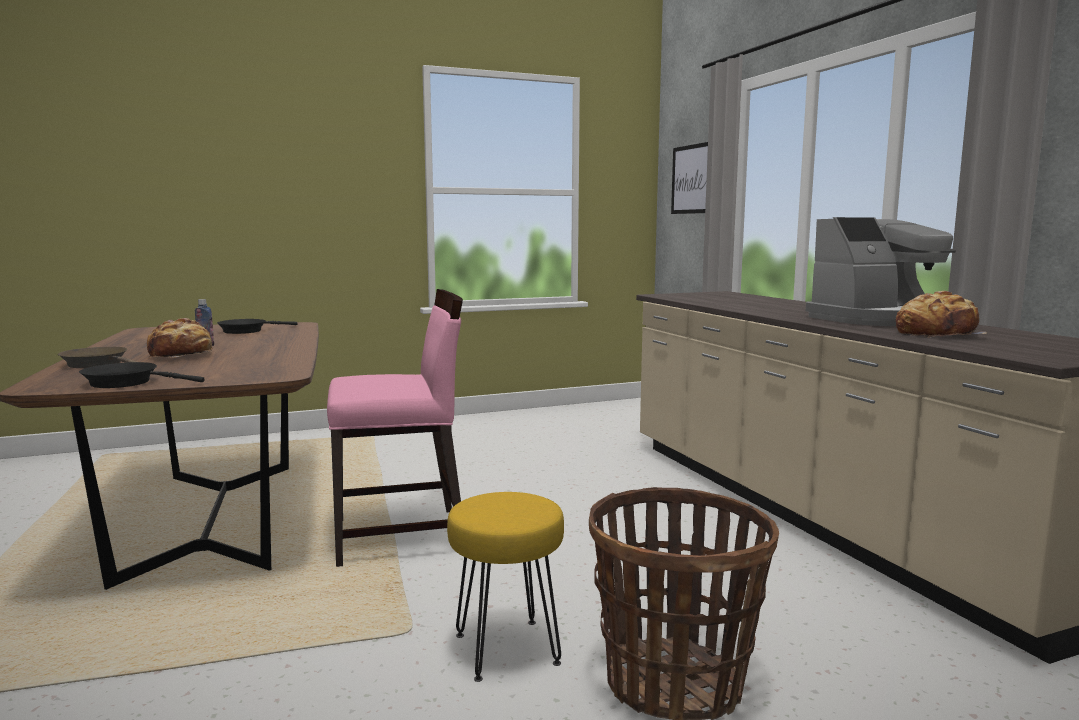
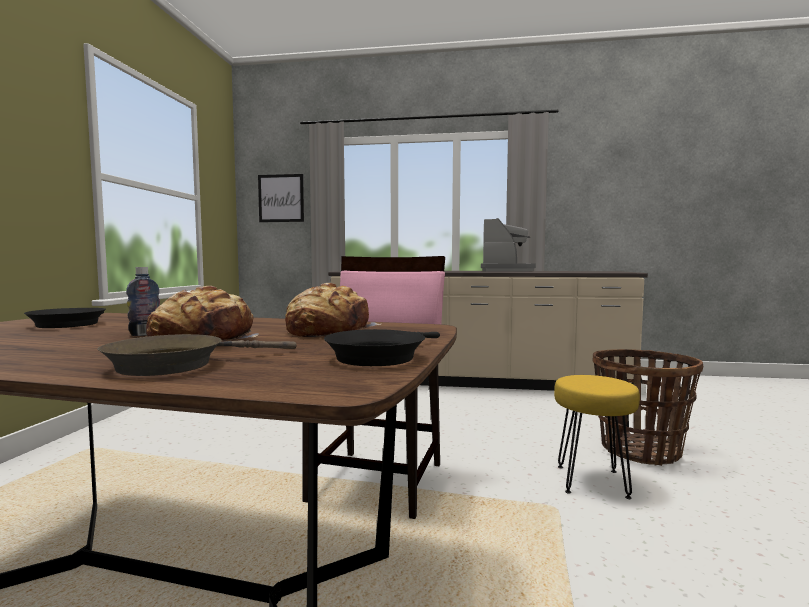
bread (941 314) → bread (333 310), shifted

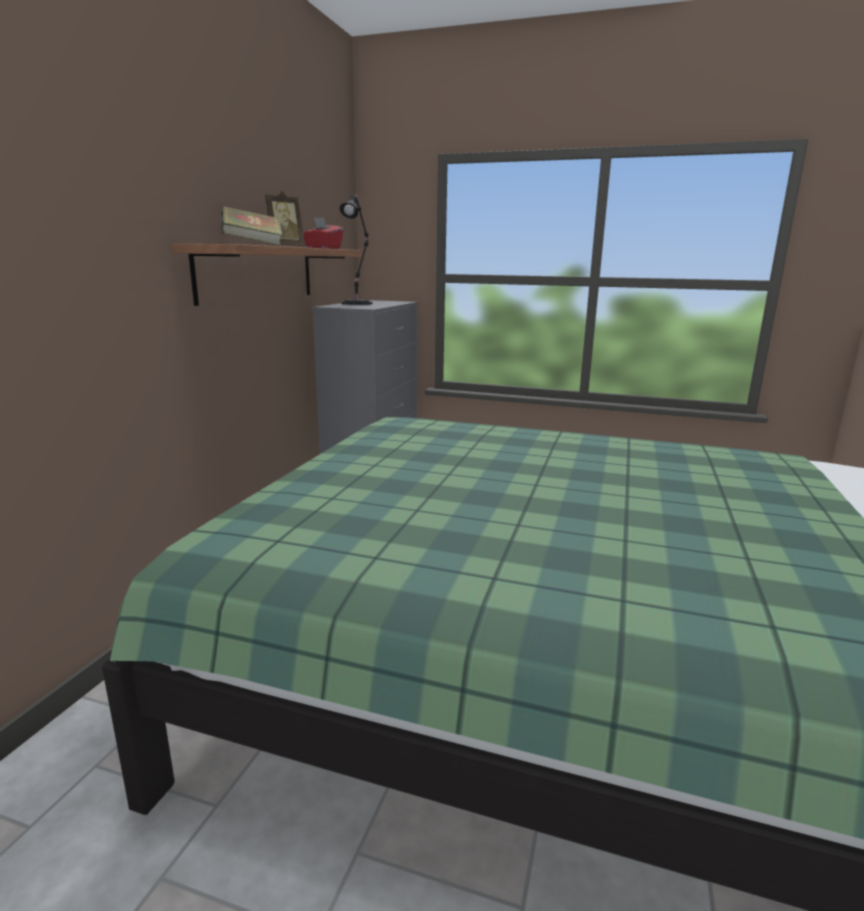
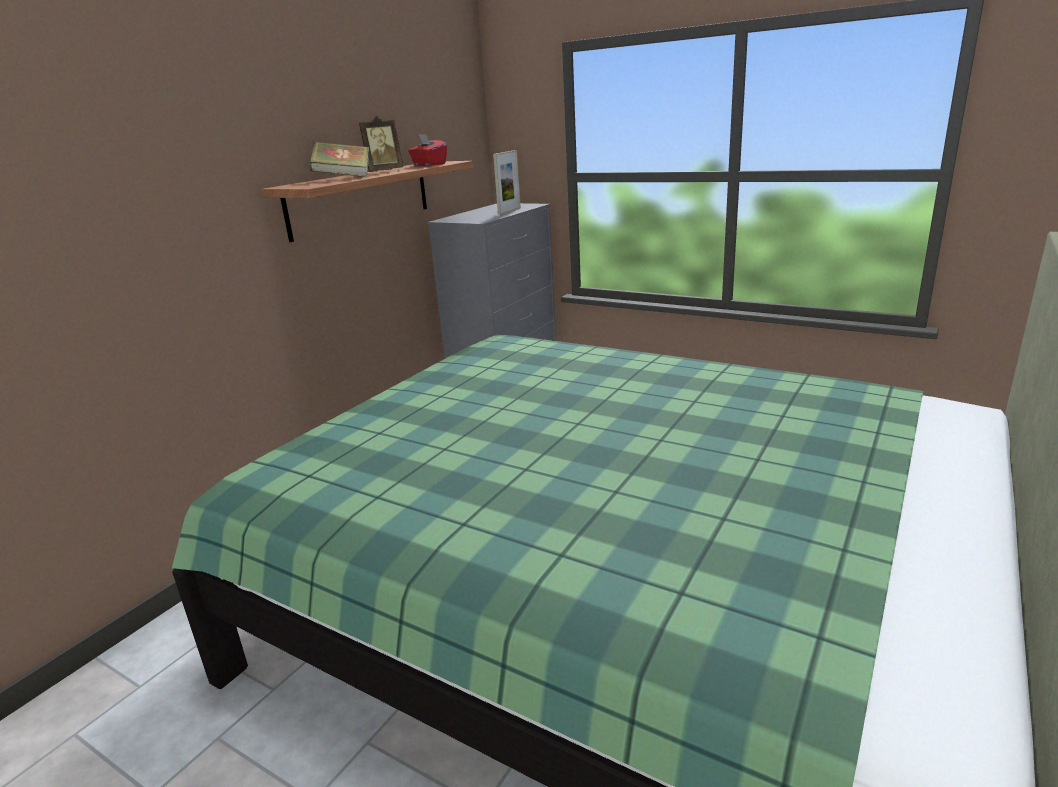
black_table_lamp (356 250) → -
- → picture_frame (507 182)

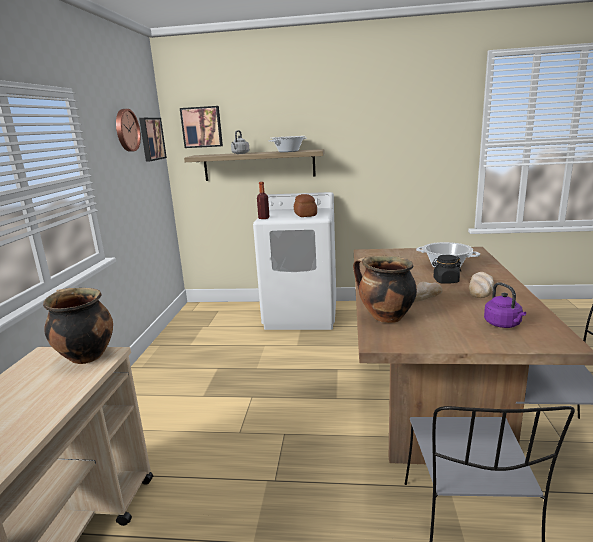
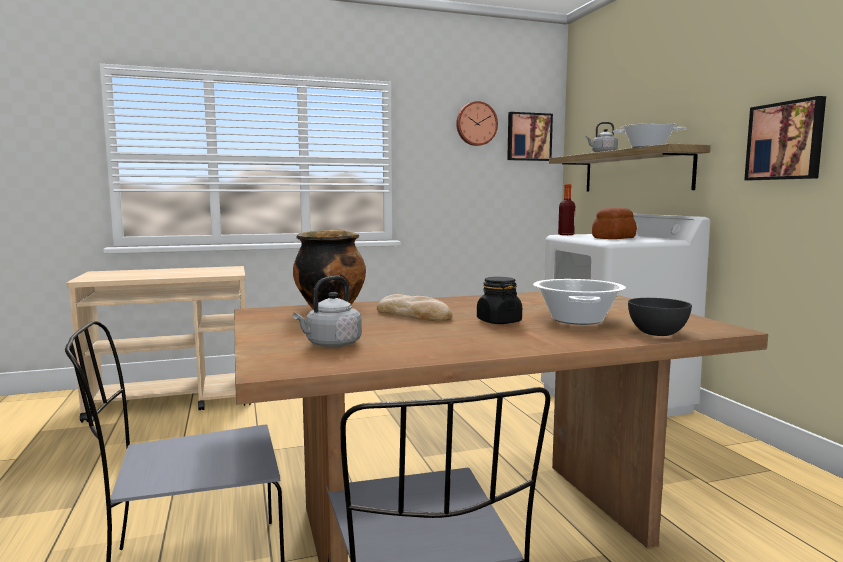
cooking_pot (78 326) → -
picture (201 127) → picture (785 138), shifted
bread (481 285) → -
purple_kettle (505 305) → grey_kettle (327 312)
- → grey_bowl (660 317)

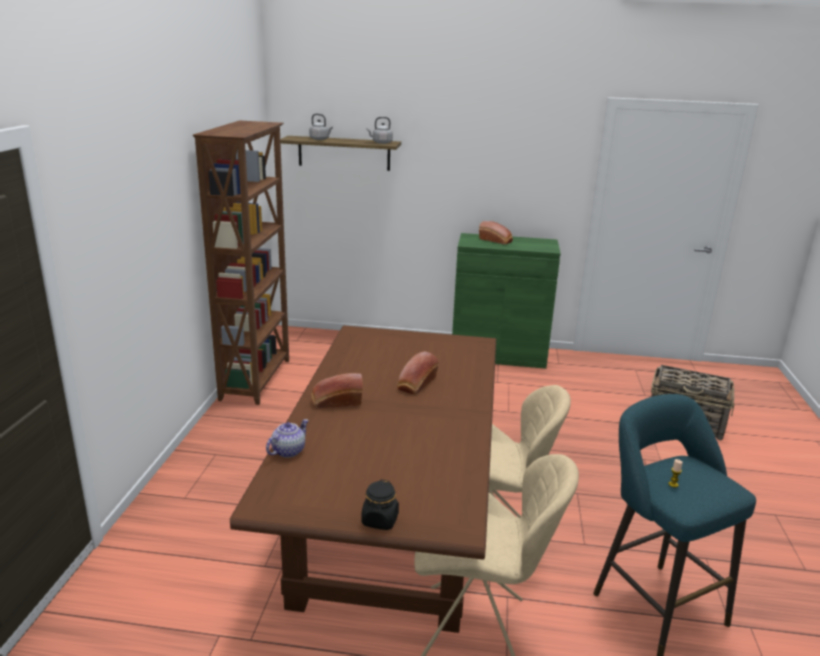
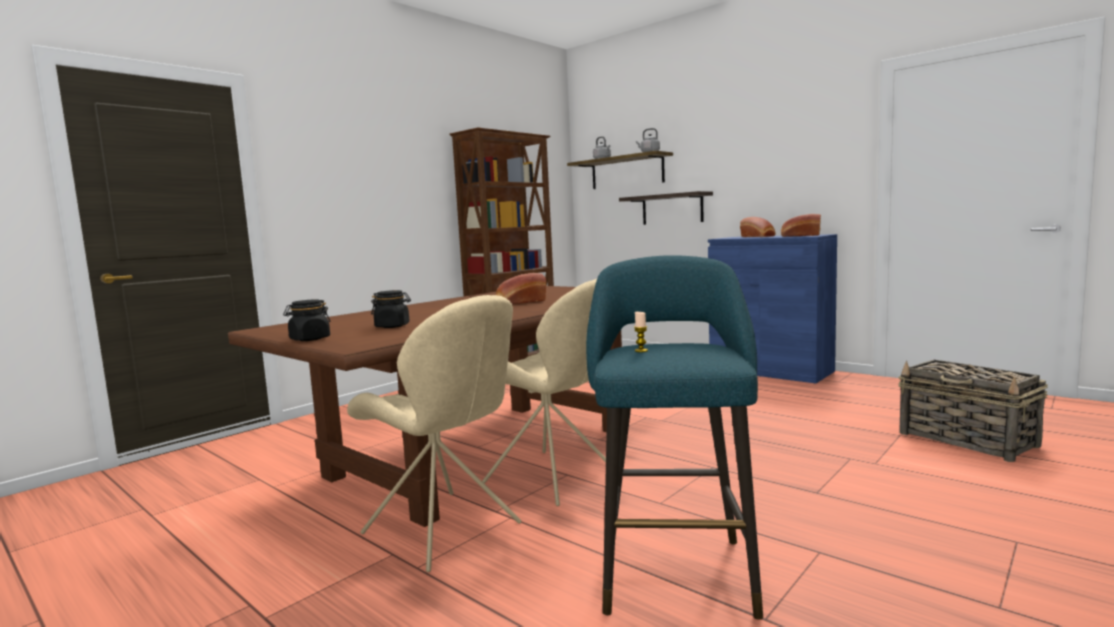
teapot (287 438) → -
bread (337 390) → bread (801 225), shifted
green_cabinet (506 301) → blue_cabinet (772 308)
- → black_jar (391 309)
- → shelf (666 208)

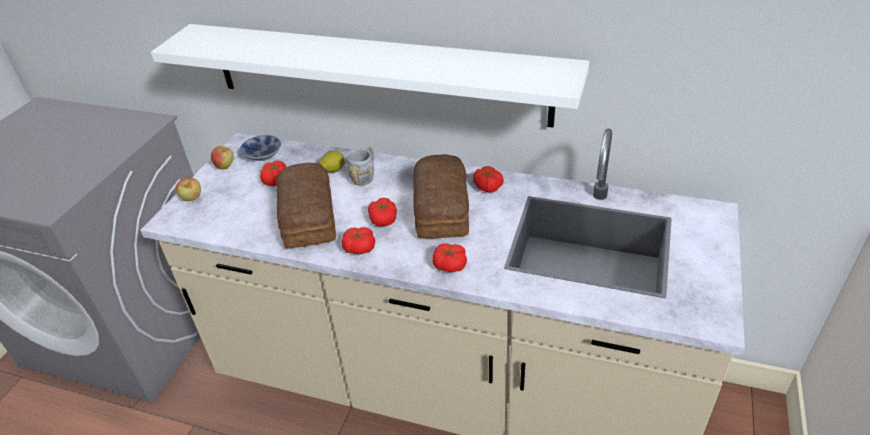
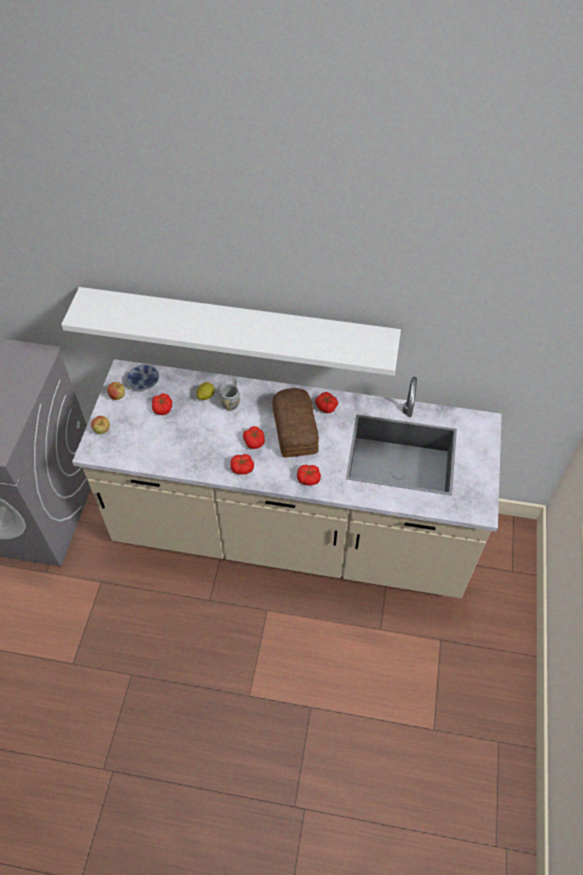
bread (306 205) → -

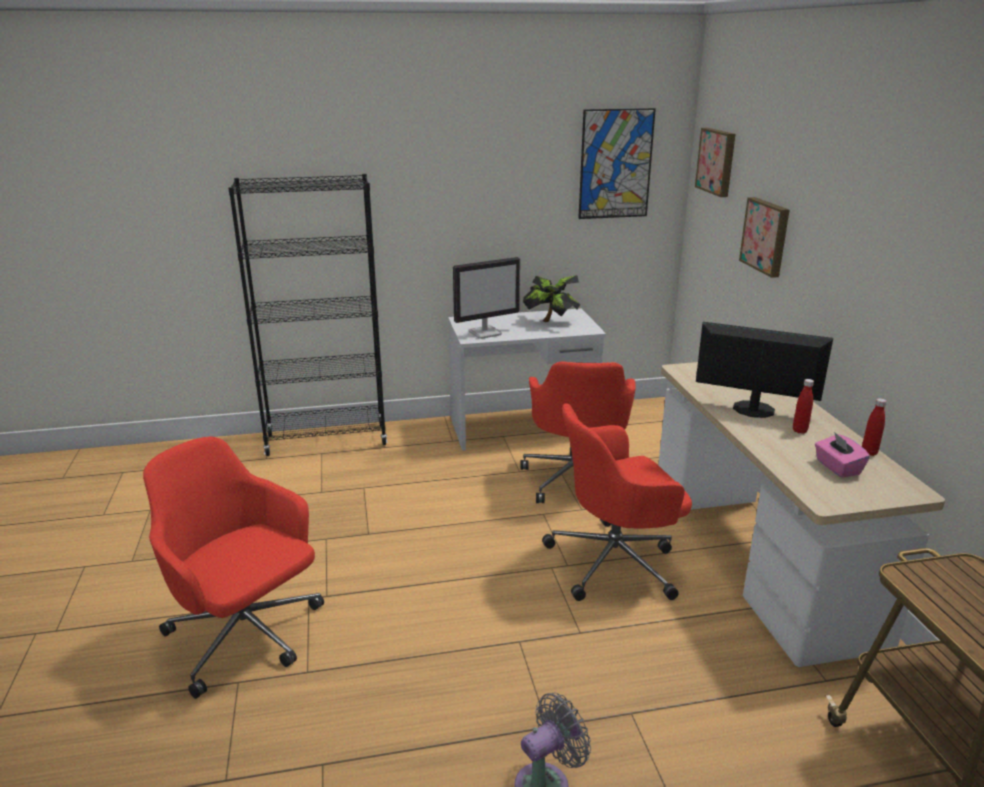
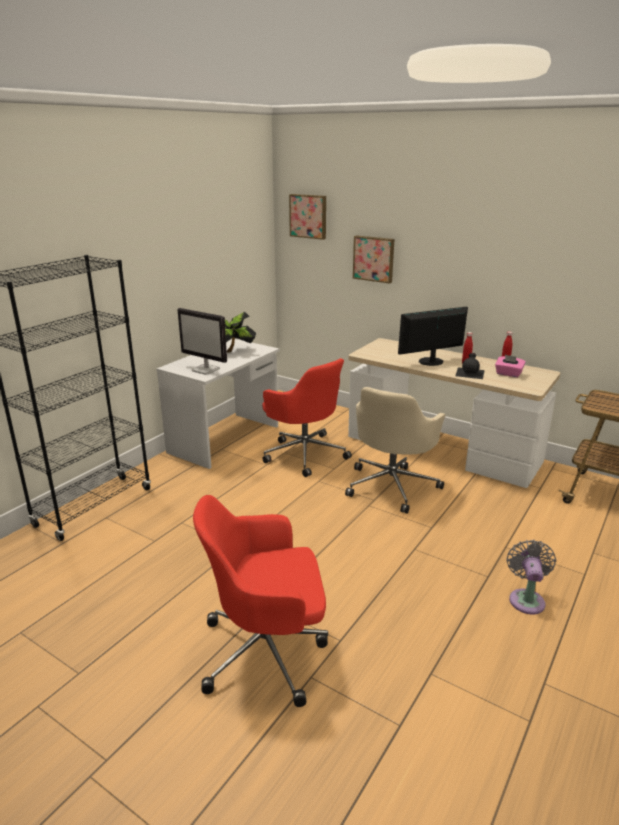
monitor (486 298) → monitor (202 341), 105 degrees clockwise
red_office_chair (617 502) → beige_office_chair (395 450)
picture (617 163) → -
- → black_bottle (470 366)

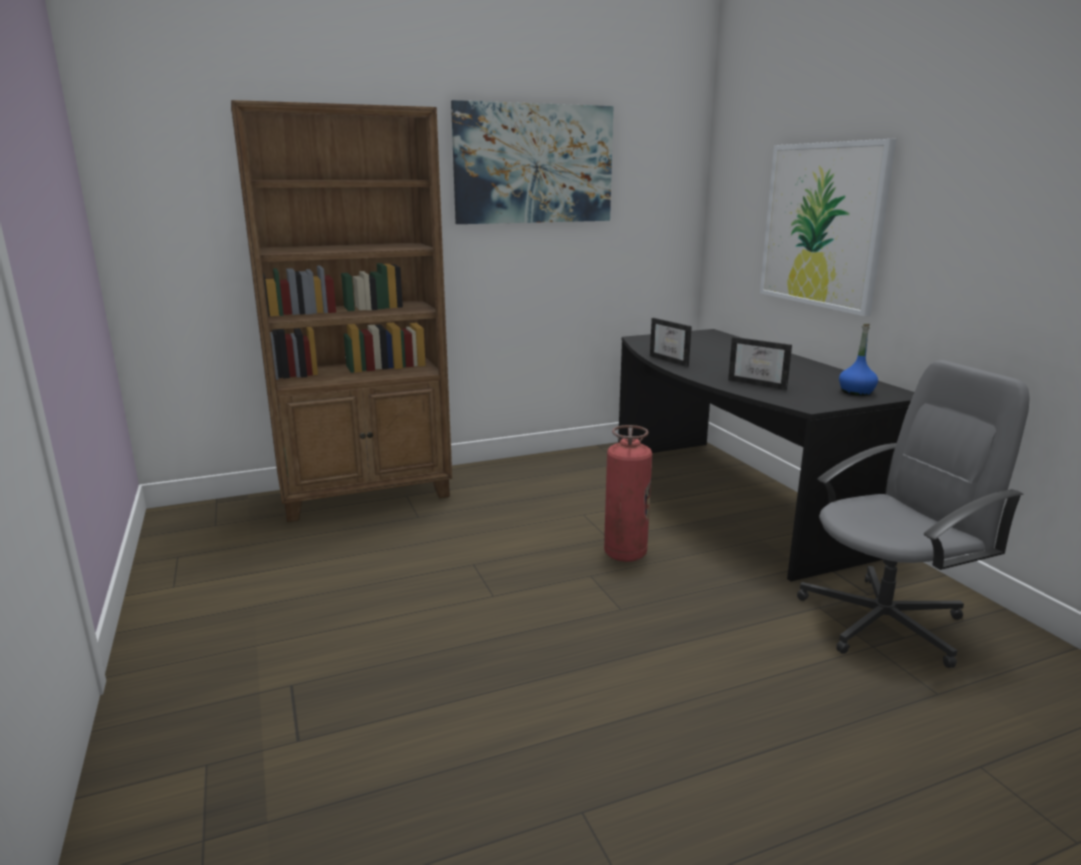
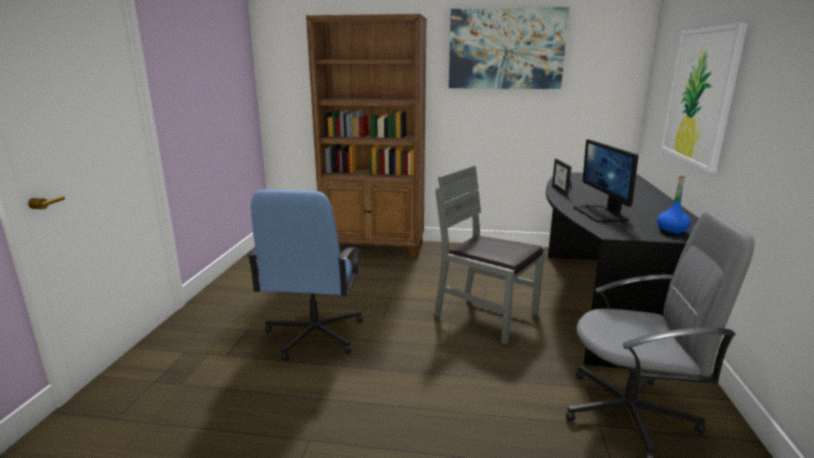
fire_extinguisher (628 493) → grey_chair (489 255)
picture_frame (760 363) → monitor (605 180)
- → blue_office_chair (305 275)

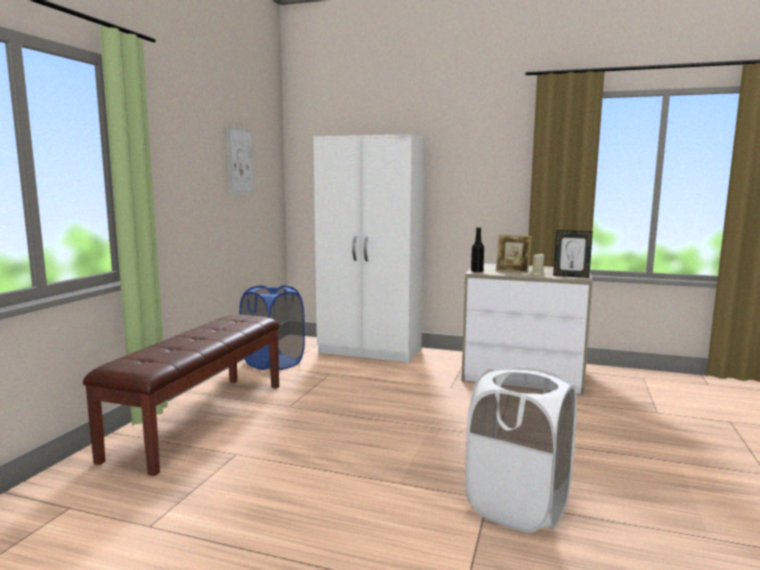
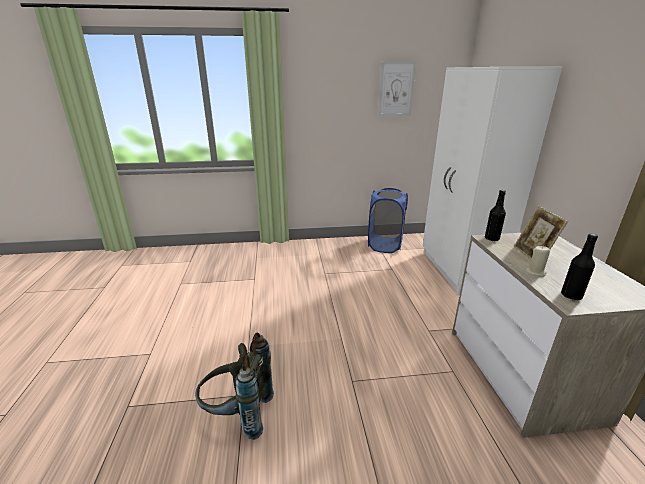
brown_bench (181 395) → -
white_laundry_basket (521 449) → grey_backpack (234 386)
picture_frame (573 254) → black_bottle (579 266)

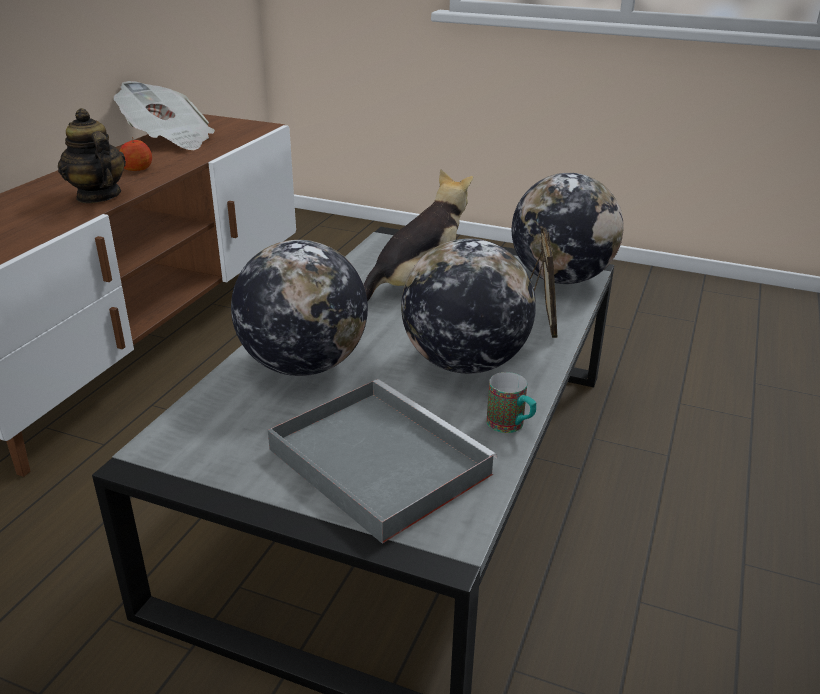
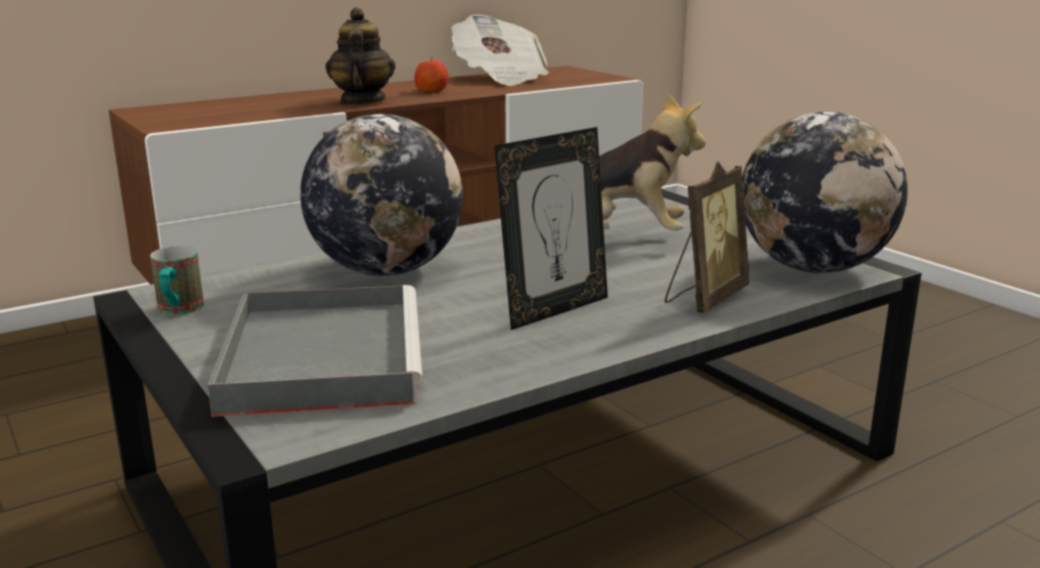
globe (468 306) → picture_frame (551 228)
mug (512 402) → mug (177 280), shifted

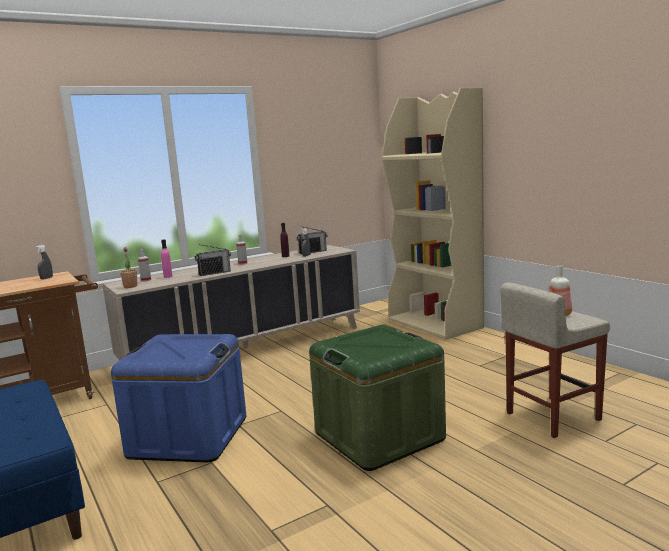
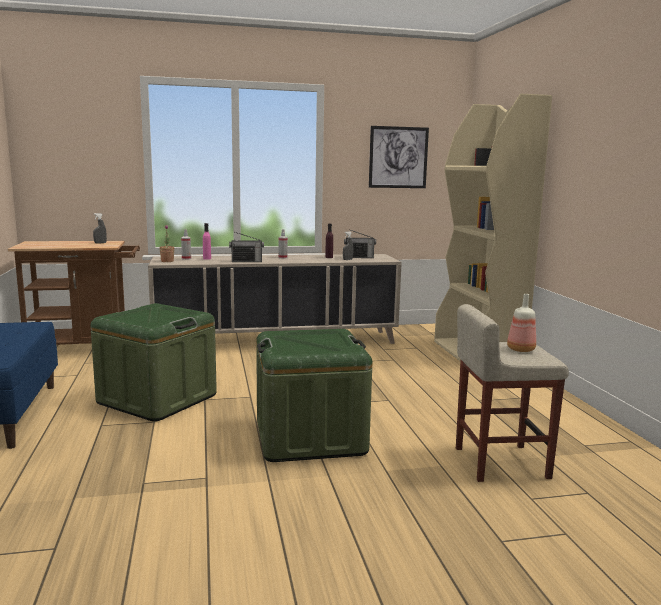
blue_storage_box (178 398) → green_storage_box (153 362)
- → picture (399 157)

